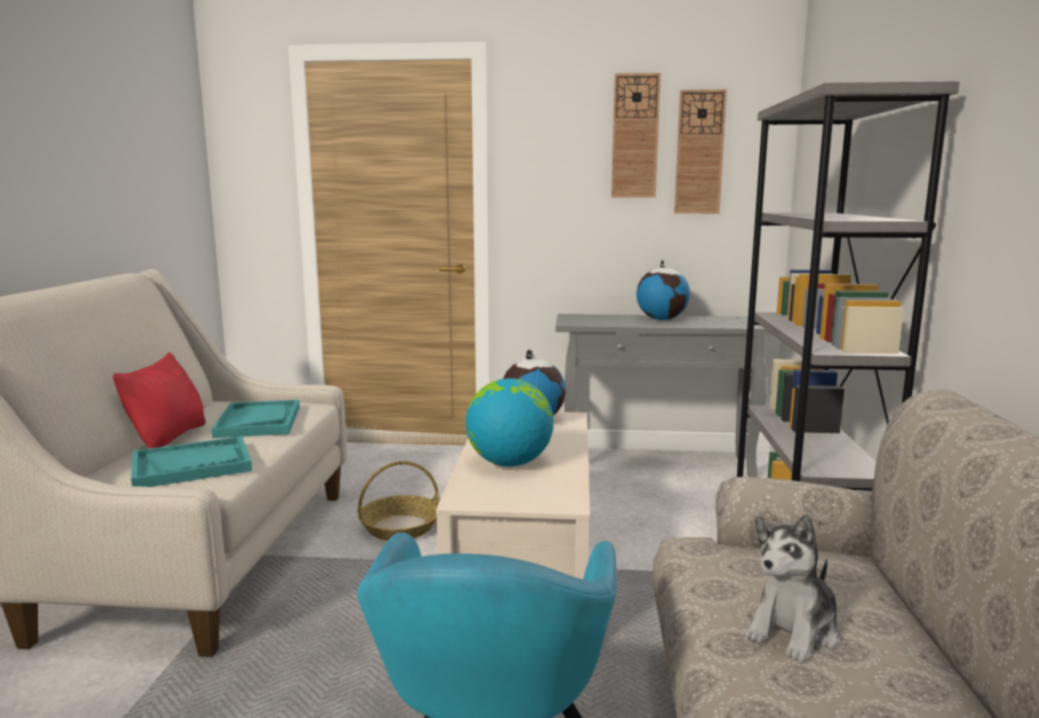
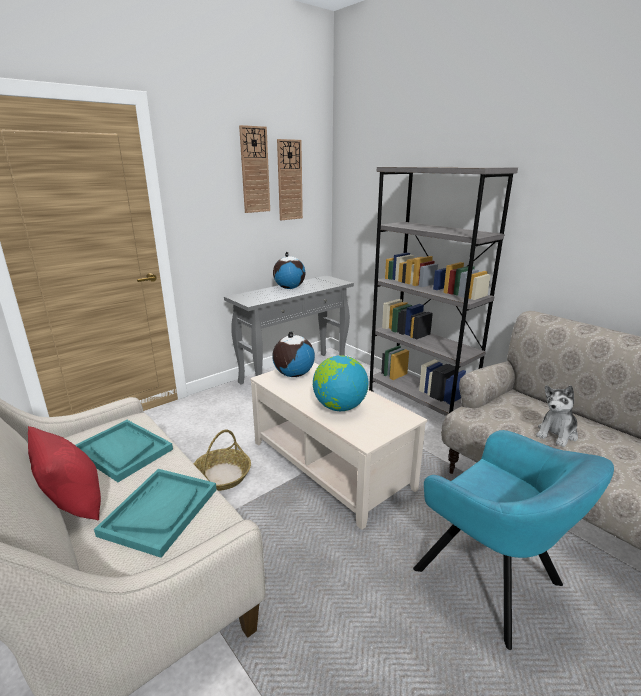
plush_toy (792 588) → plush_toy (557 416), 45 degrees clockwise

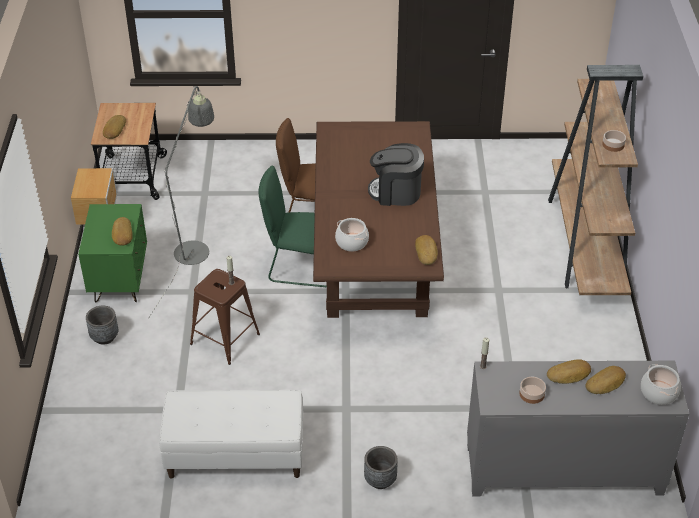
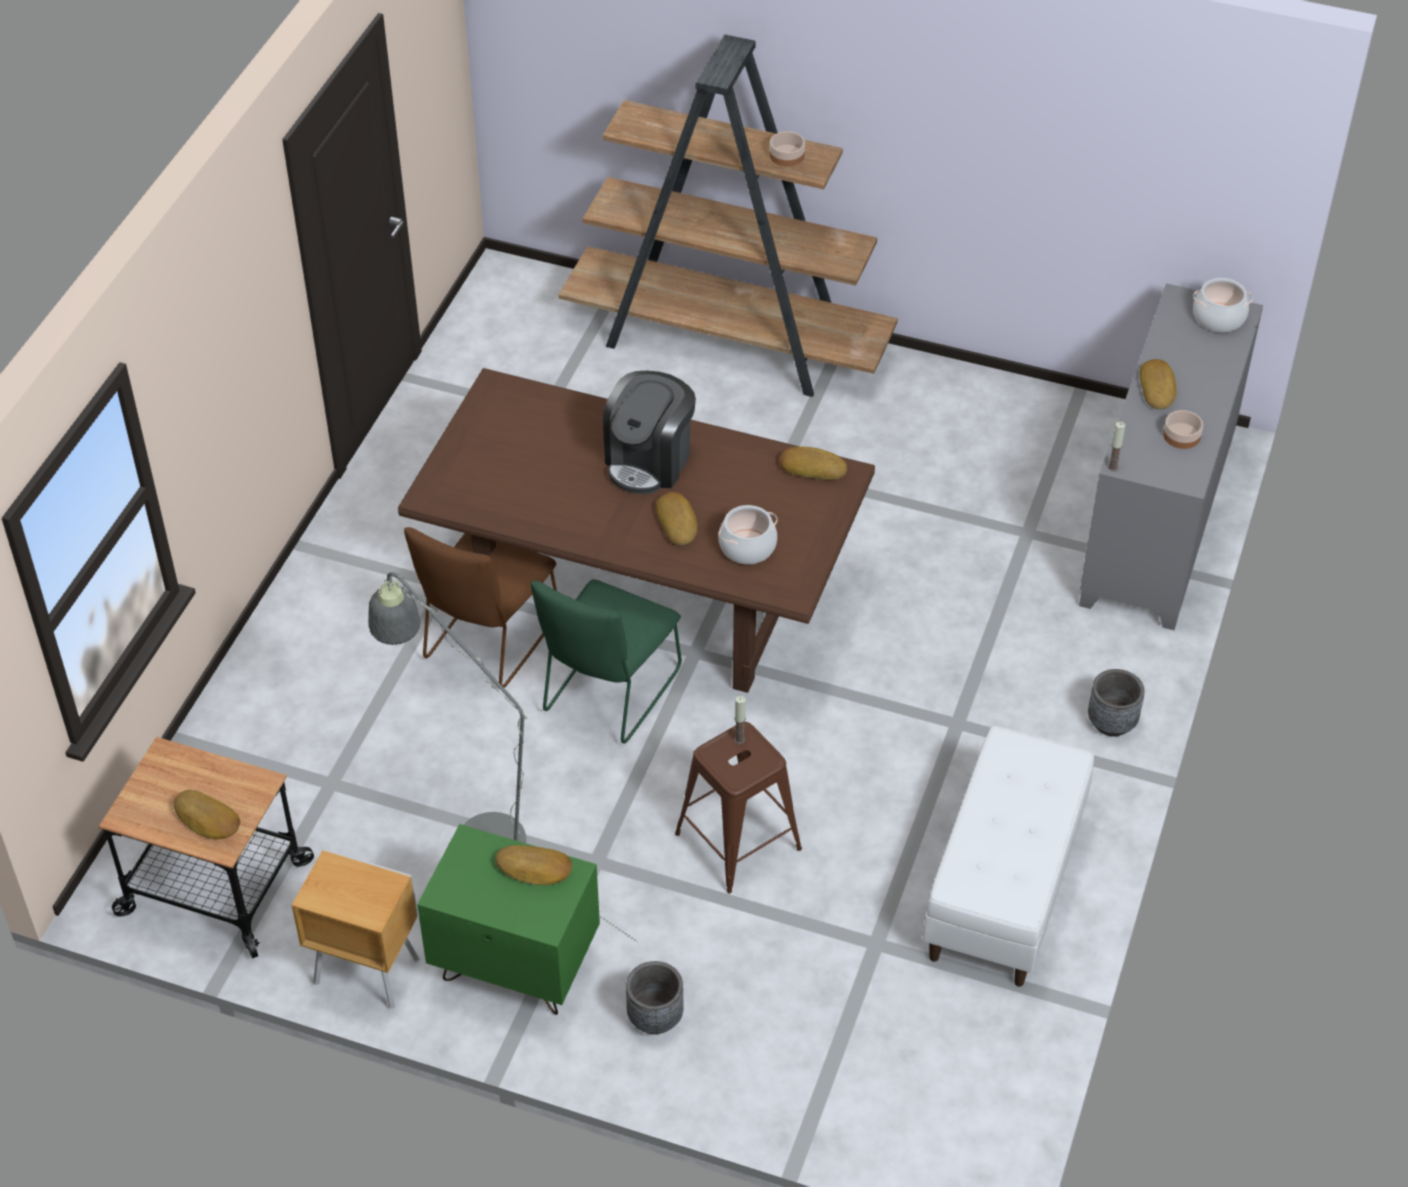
bread (605 380) → bread (676 518), shifted

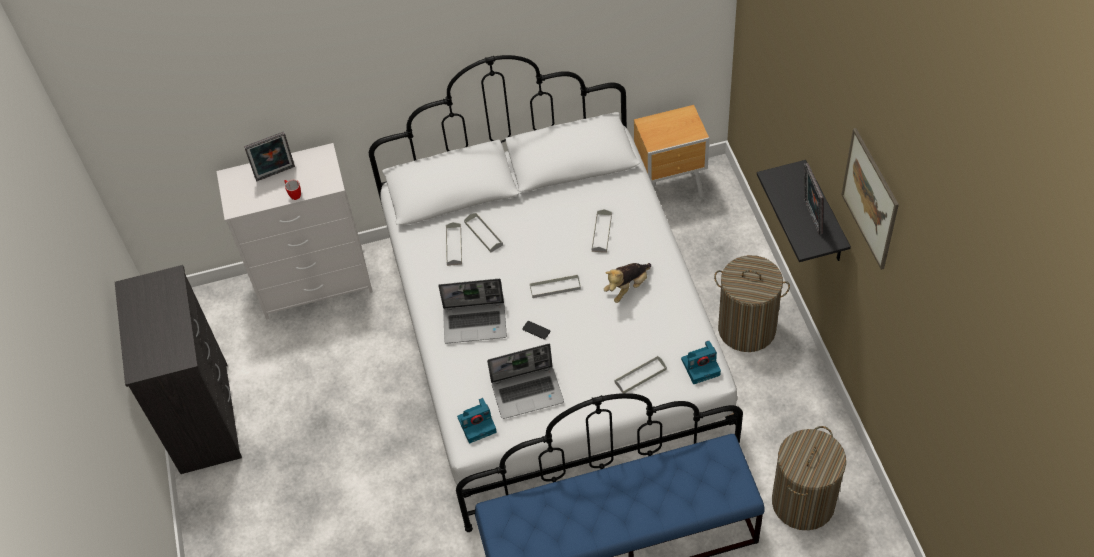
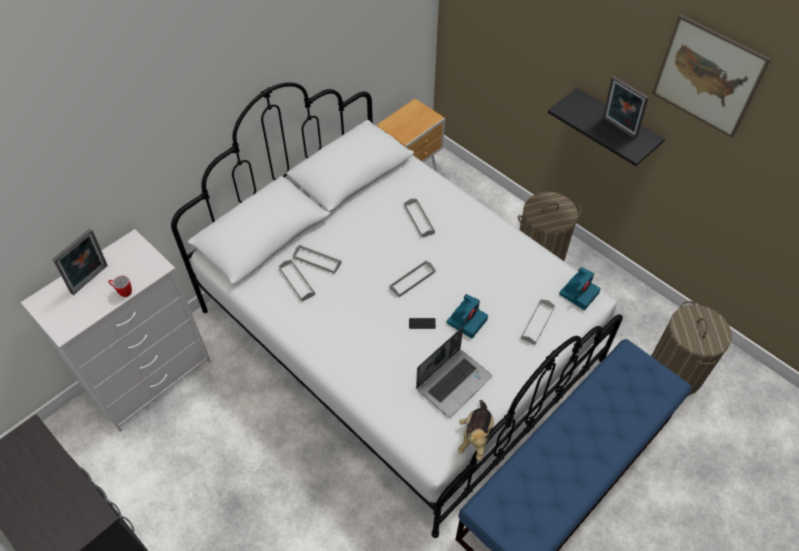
laptop (472 311) → -
photo_camera (477 420) → photo_camera (467 316), shifted
plush_toy (627 283) → plush_toy (476 430), shifted

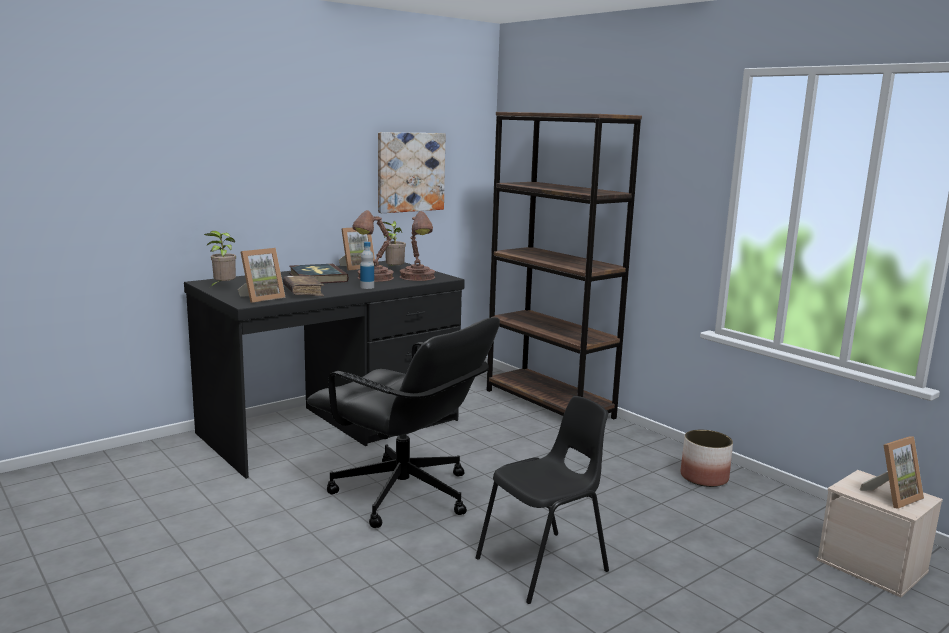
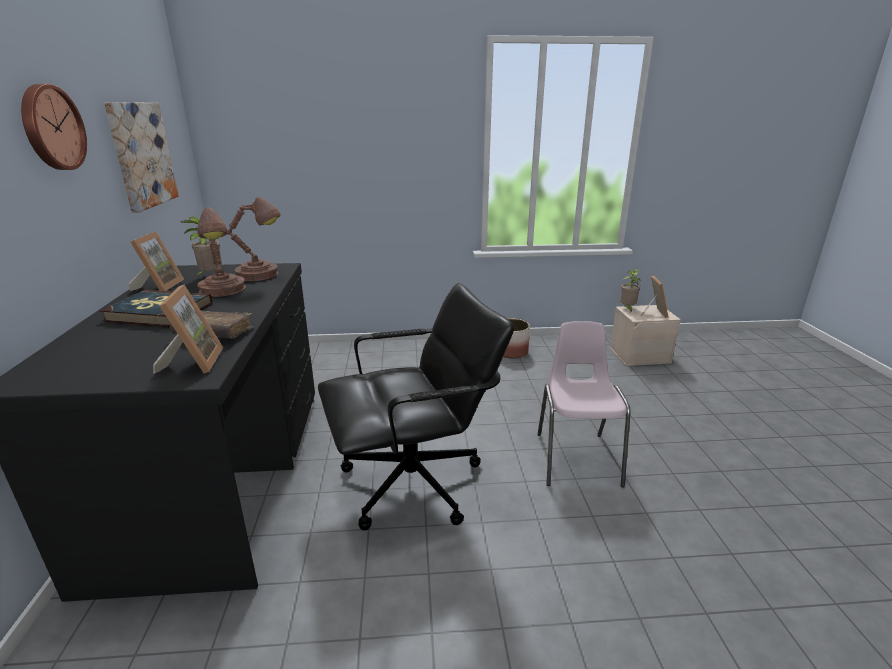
potted_plant (220 259) → potted_plant (630 290), shifted
bottle (367 265) → -
black_chair (542 500) → pink_chair (584 404)
brown_bookcase (564 265) → -
- → wall_clock (54 127)

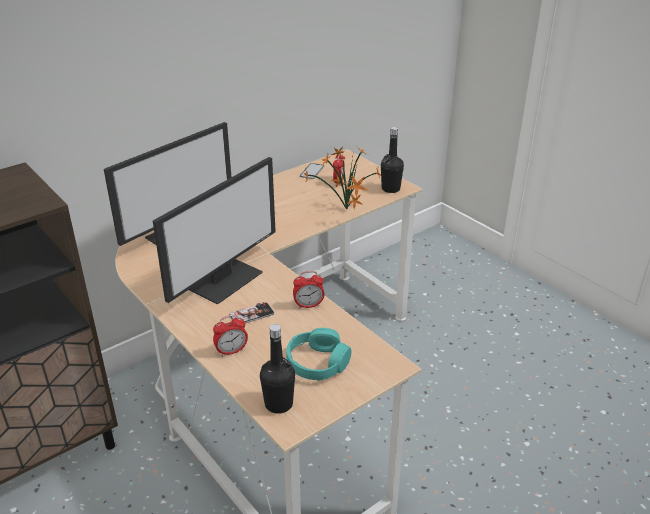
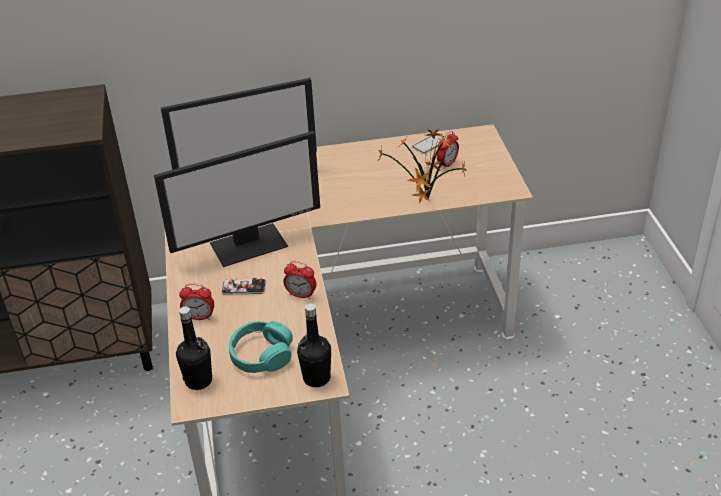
black_bottle (392 160) → black_bottle (314 345), shifted

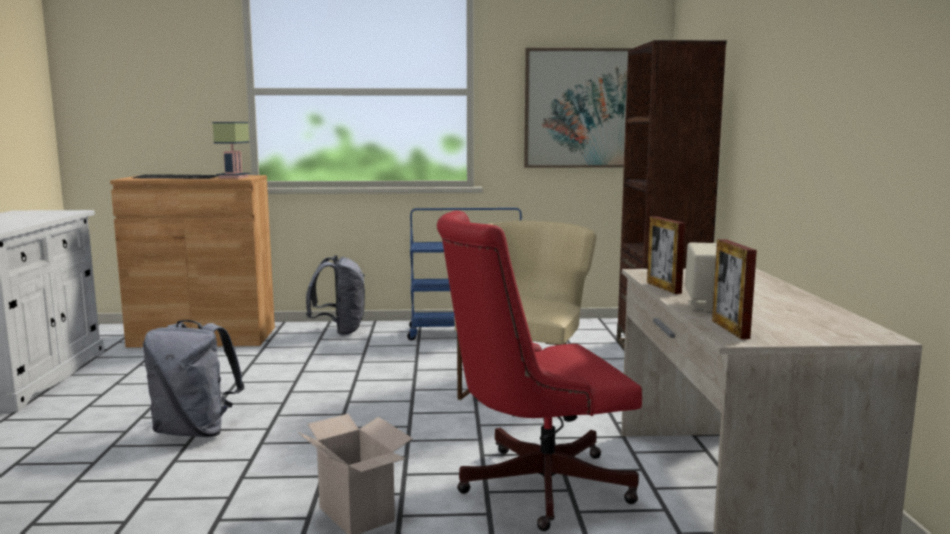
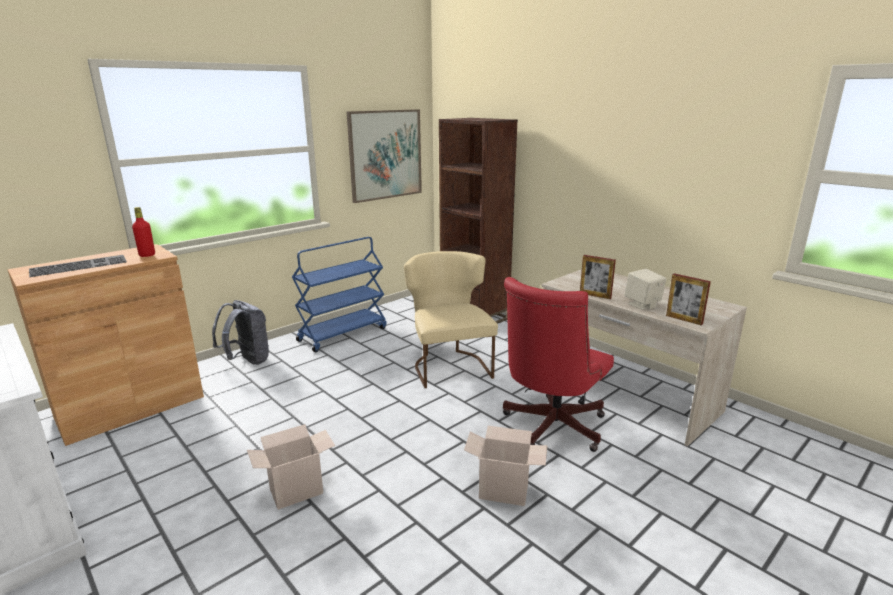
grey_backpack (193 378) → cardboard_box (291 467)
table_lamp (231 150) → red_bottle (143 232)

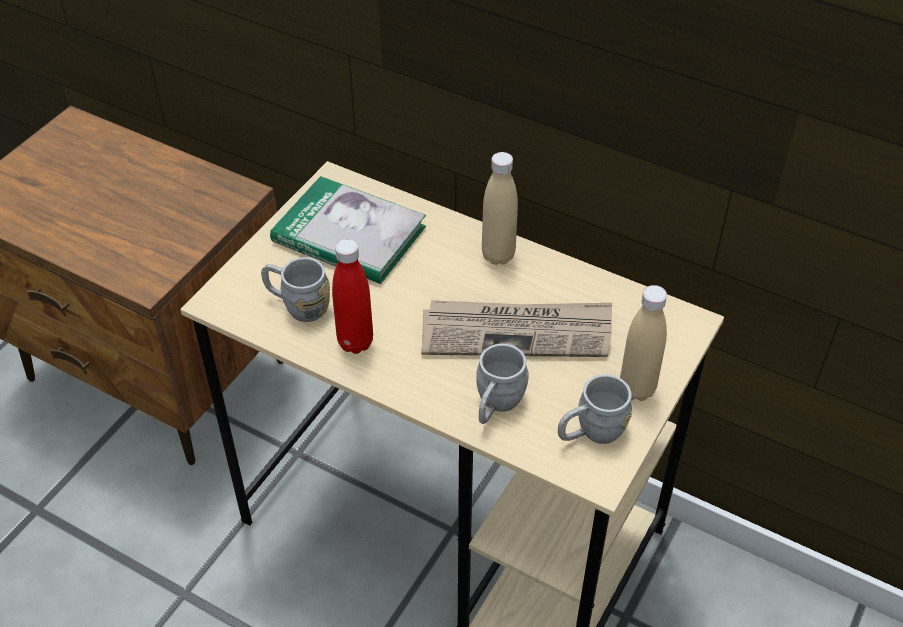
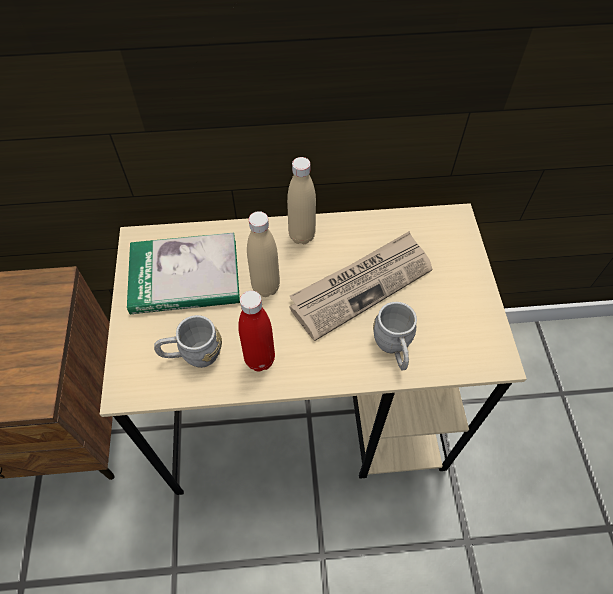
grey_mug (595 409) → -
beige_bottle (643 343) → beige_bottle (263 254), shifted

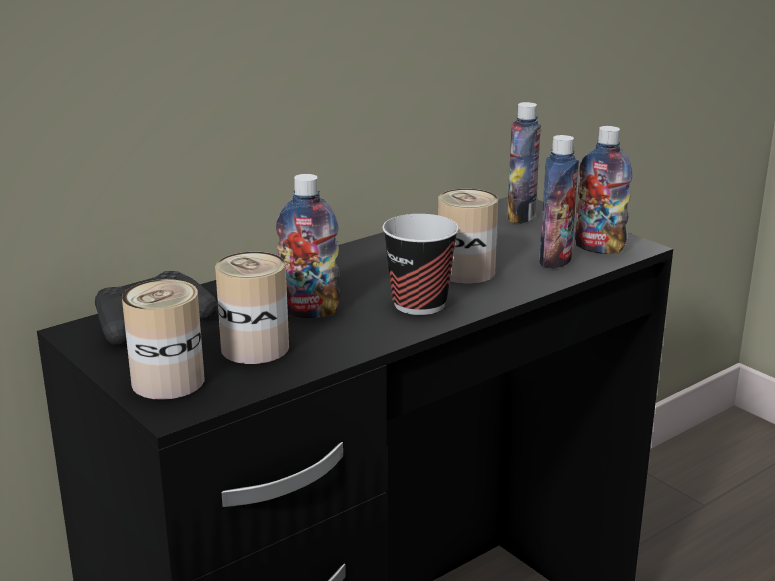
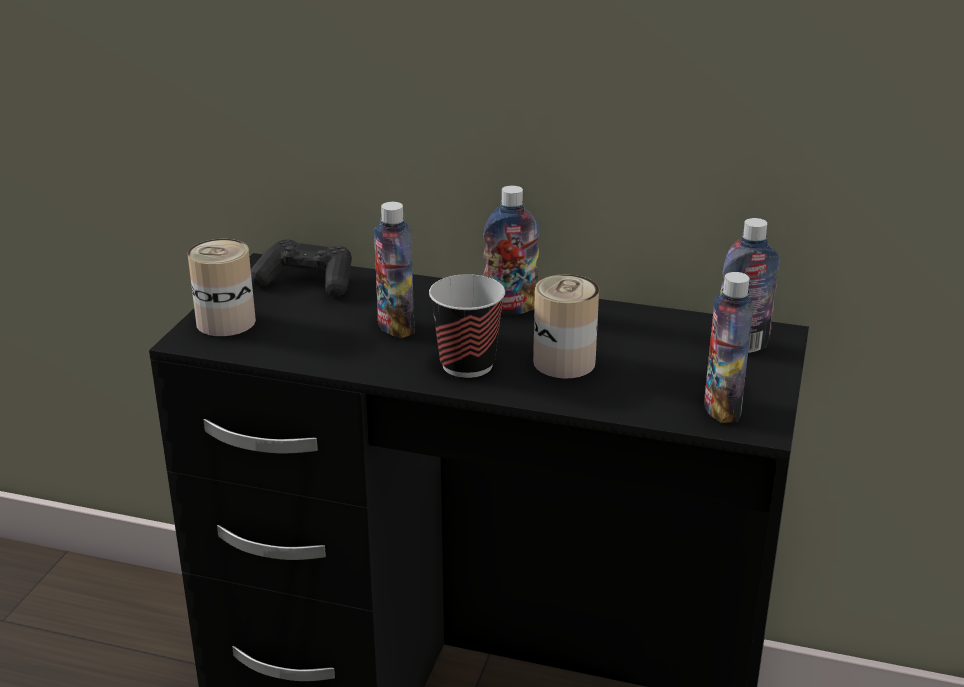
can (252 308) → -
bottle (559 202) → bottle (511 250), shifted

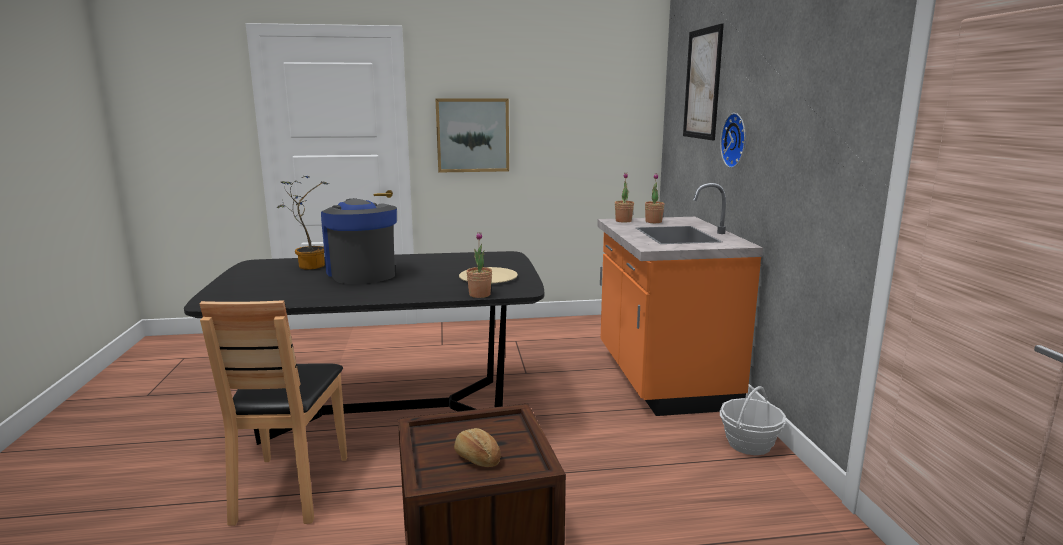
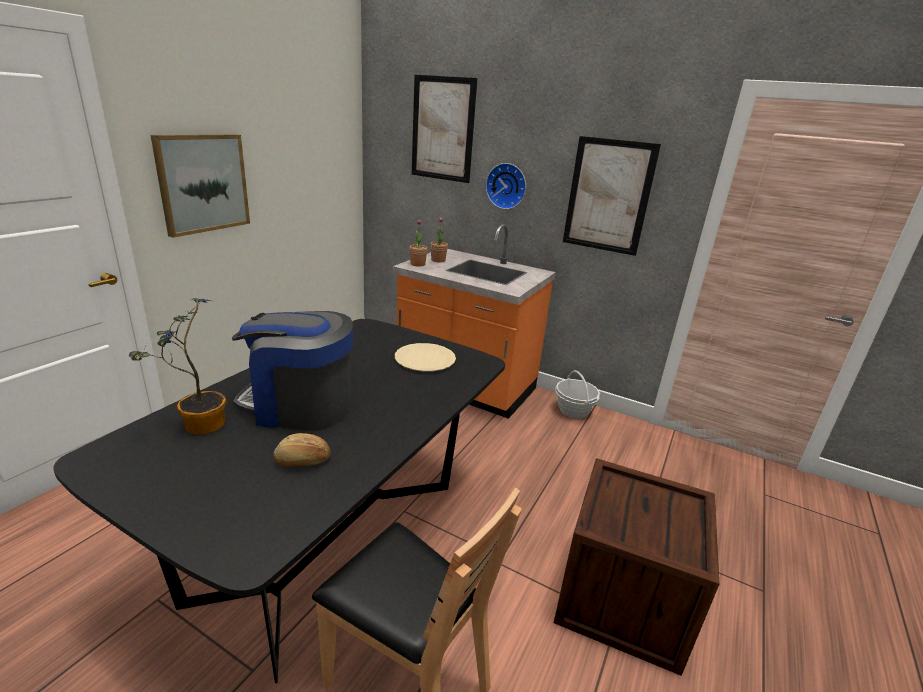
bread (477 447) → bread (302 449), shifted
potted_plant (479 265) → -
- → picture (612 196)

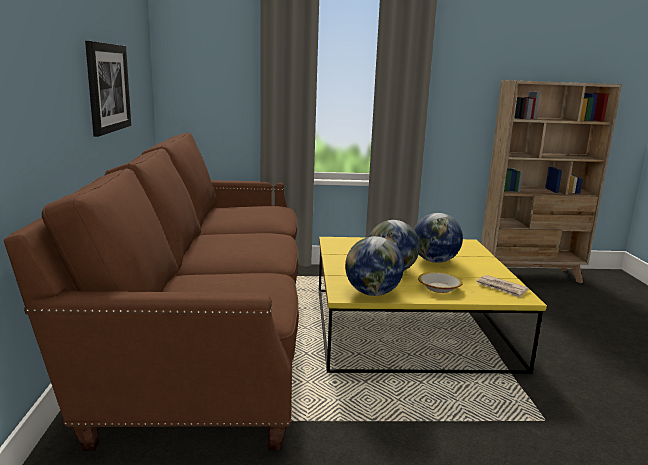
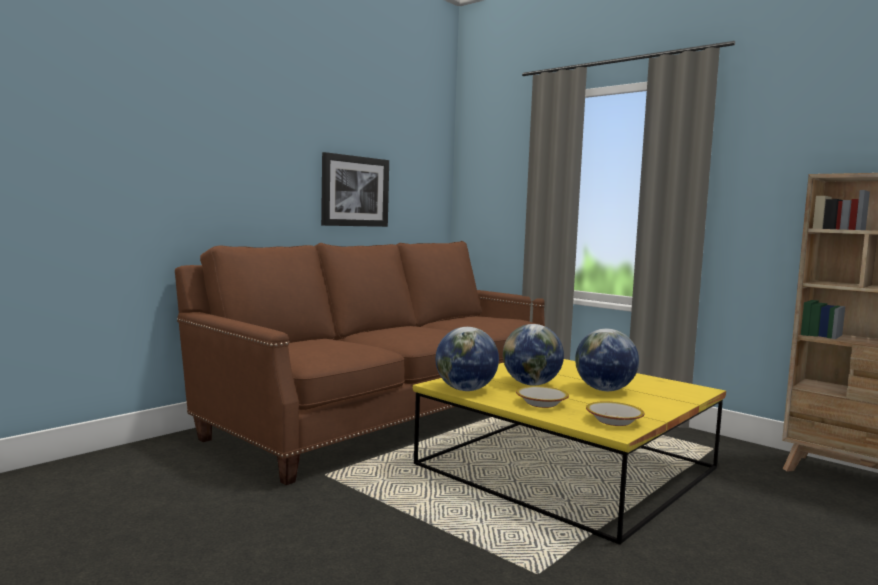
newspaper (502 286) → bowl (615 413)

